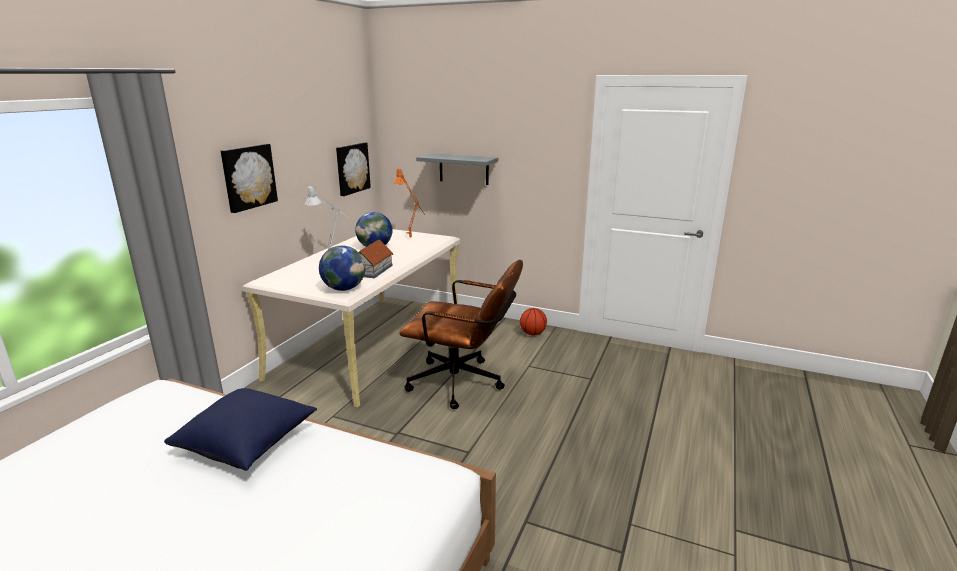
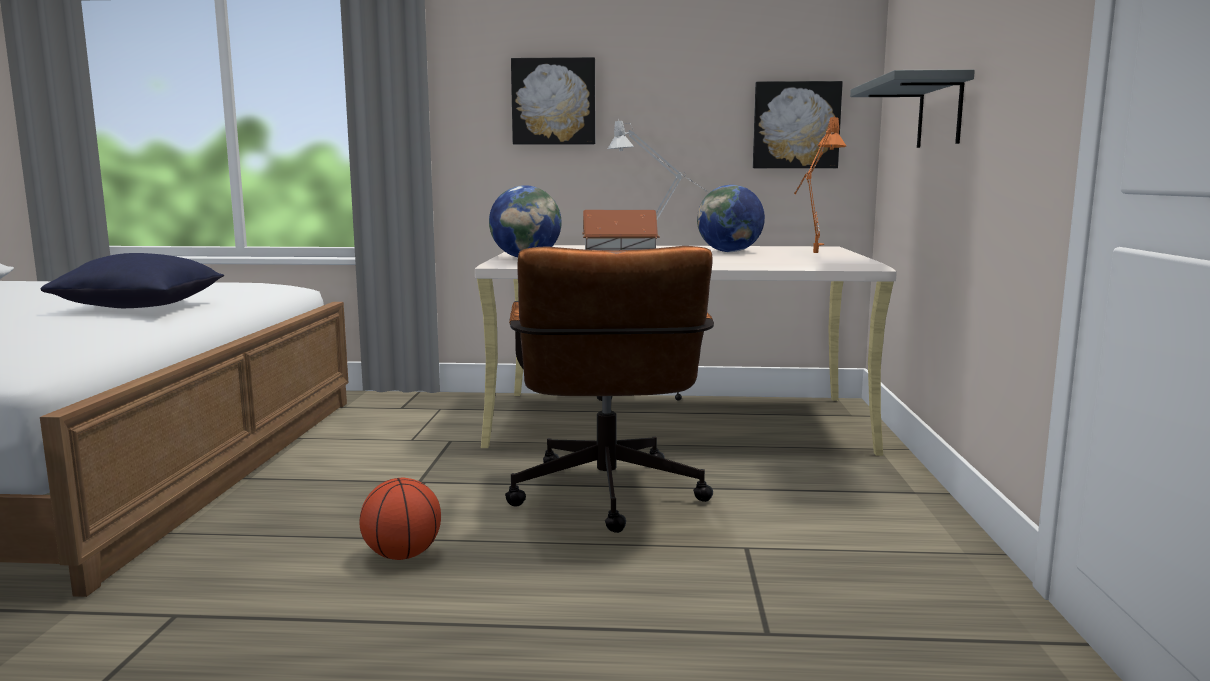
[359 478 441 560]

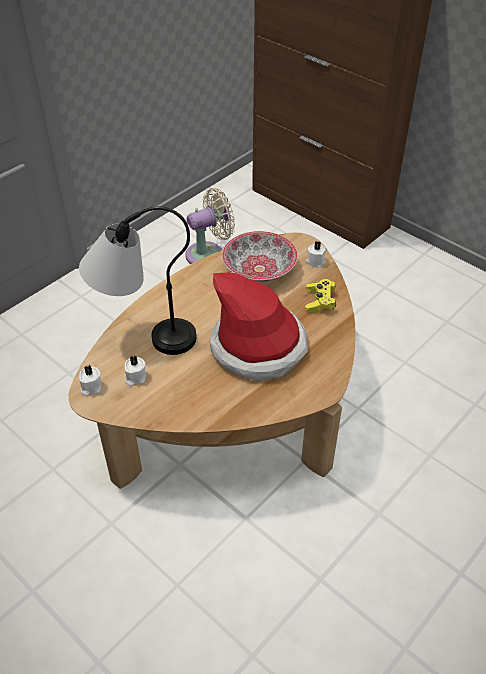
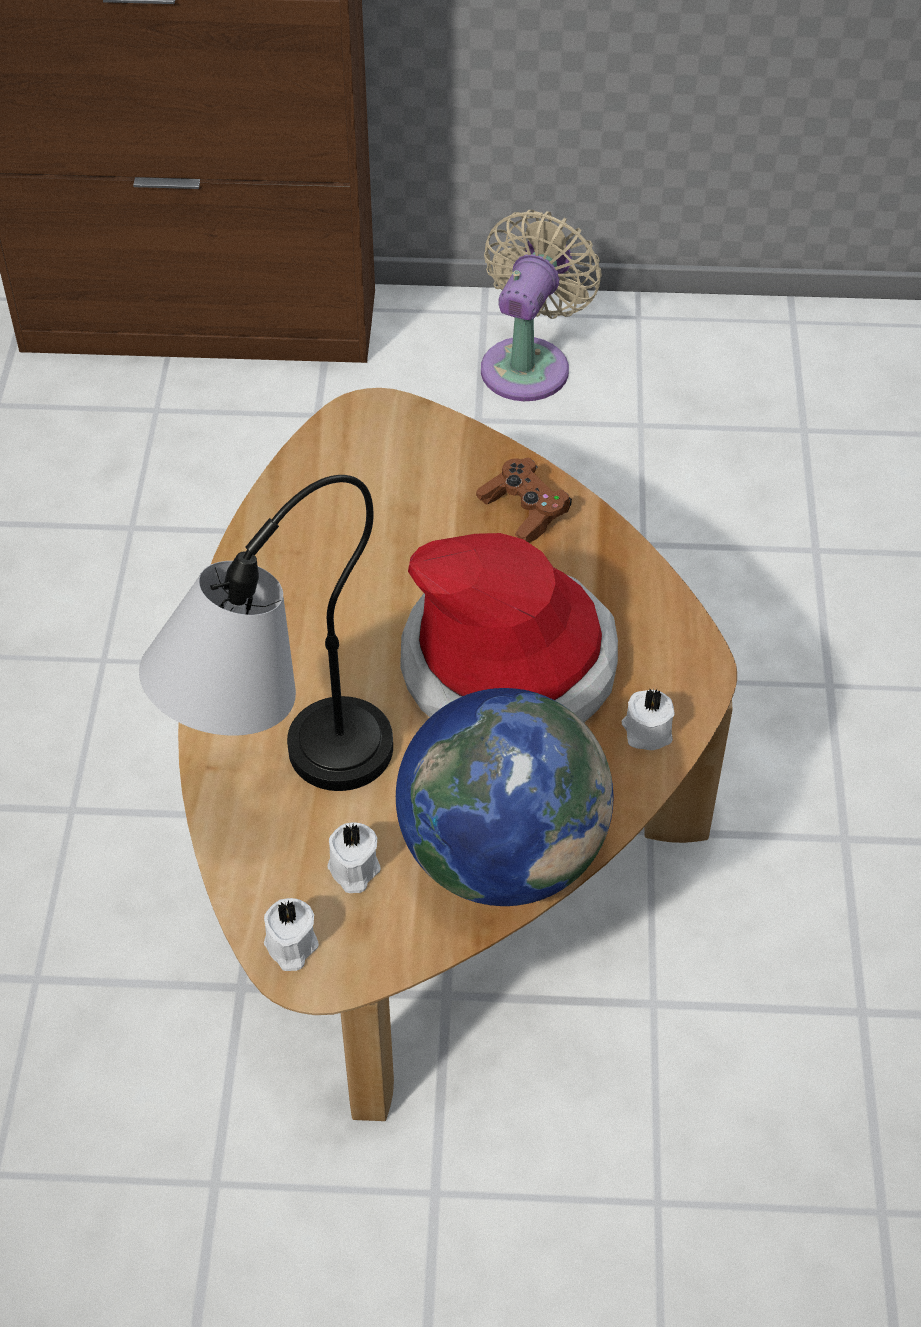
[481 210 602 401]
[222 231 298 282] (first image)
[622 689 675 750]
[476 458 572 543]
[396 688 613 906]

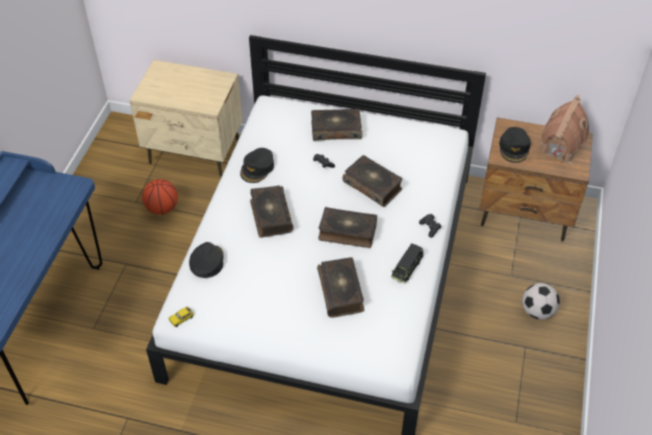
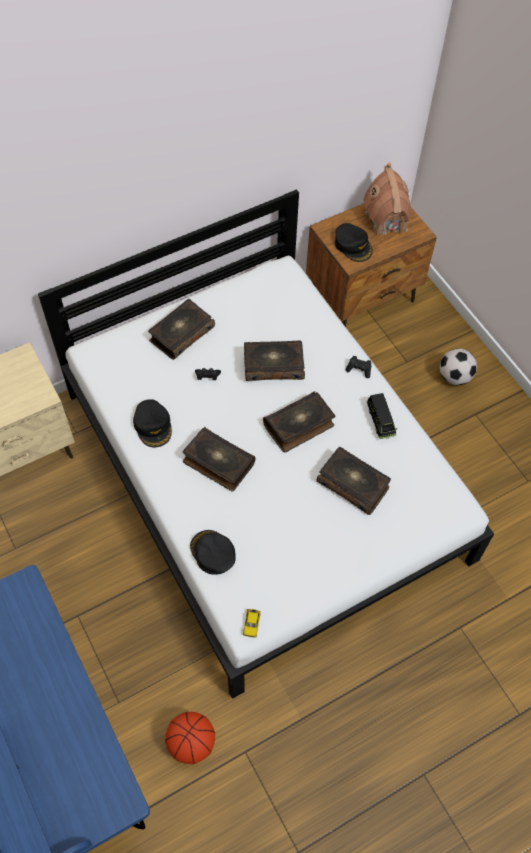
[165 712 215 764]

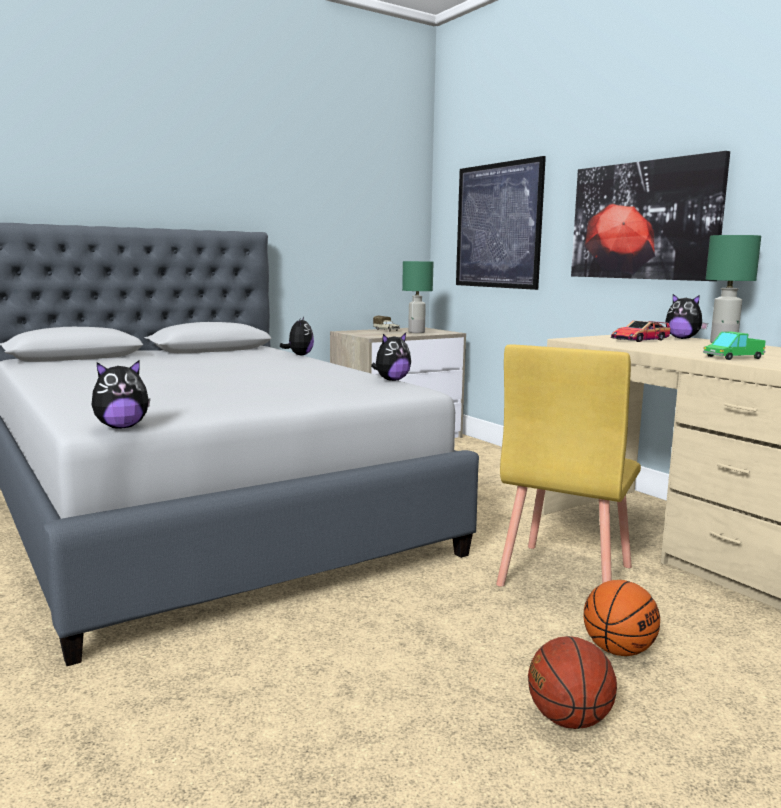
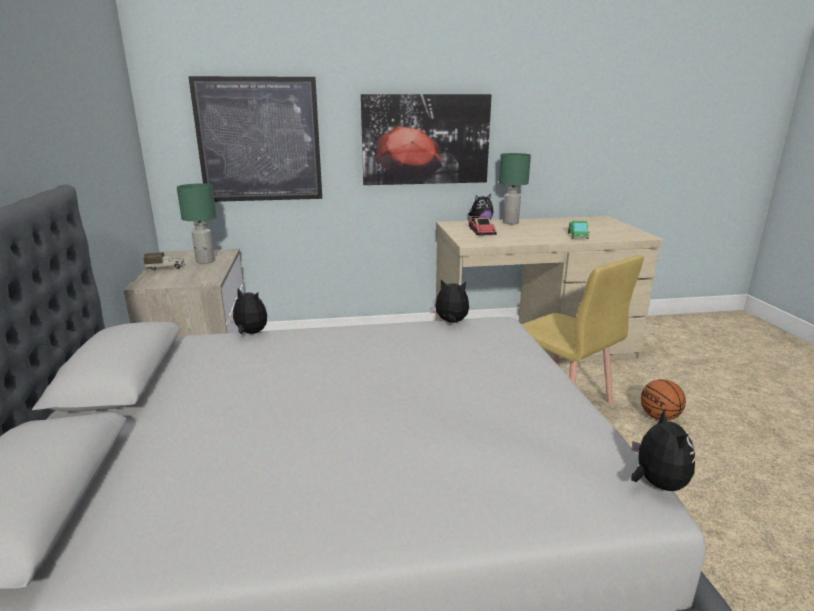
[430 279 469 323]
[528 636 617 729] (first image)

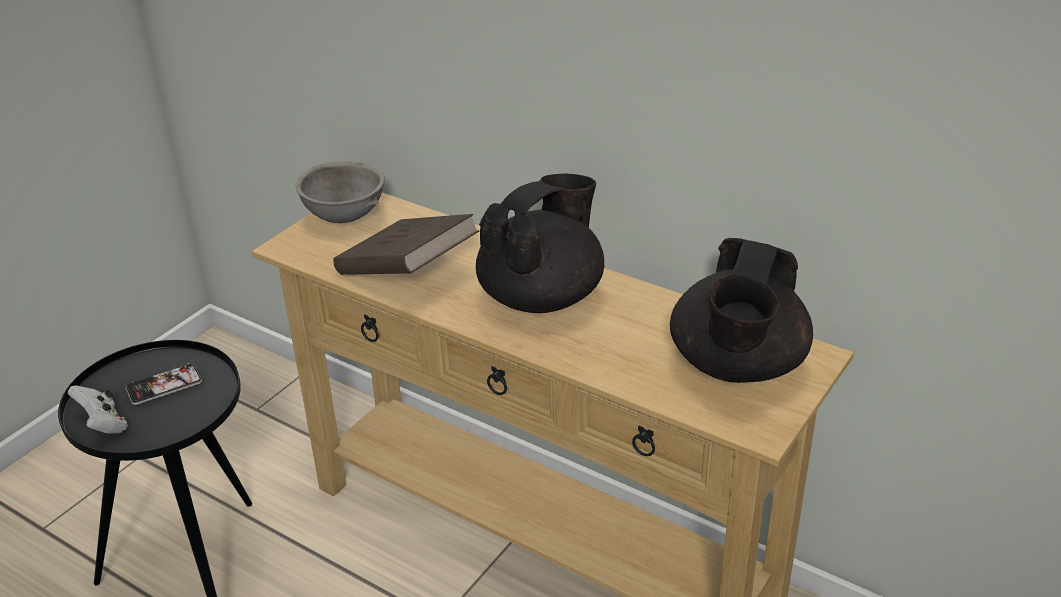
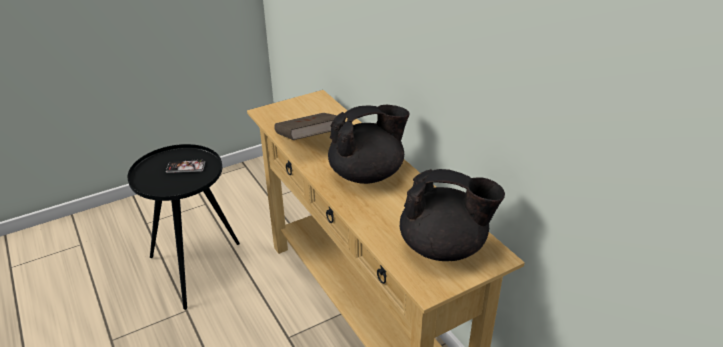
[295 161 385 223] (first image)
[400 169 505 261]
[68 385 128 434] (first image)

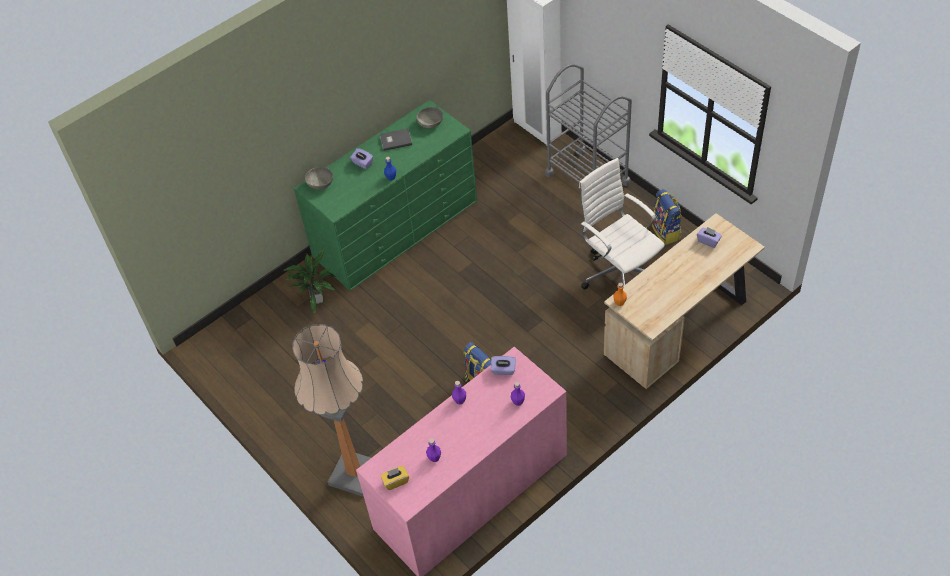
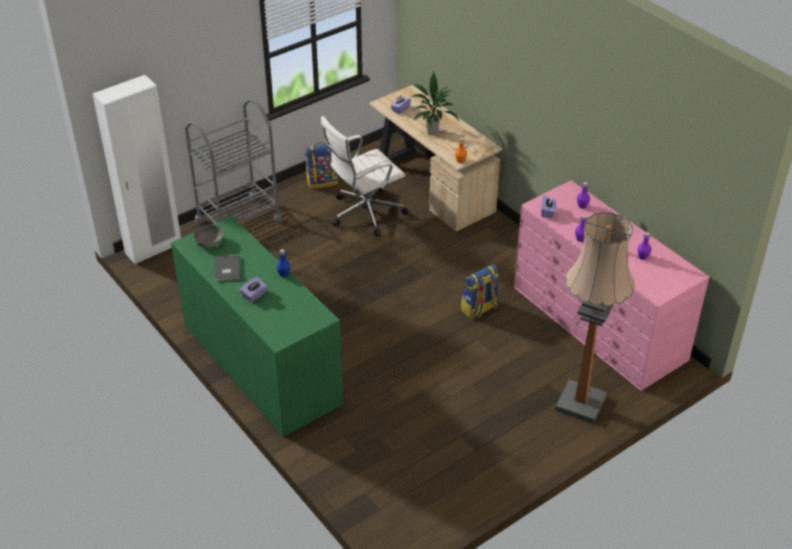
[305 167 333 190] (first image)
[411 72 459 135]
[380 466 409 490] (first image)

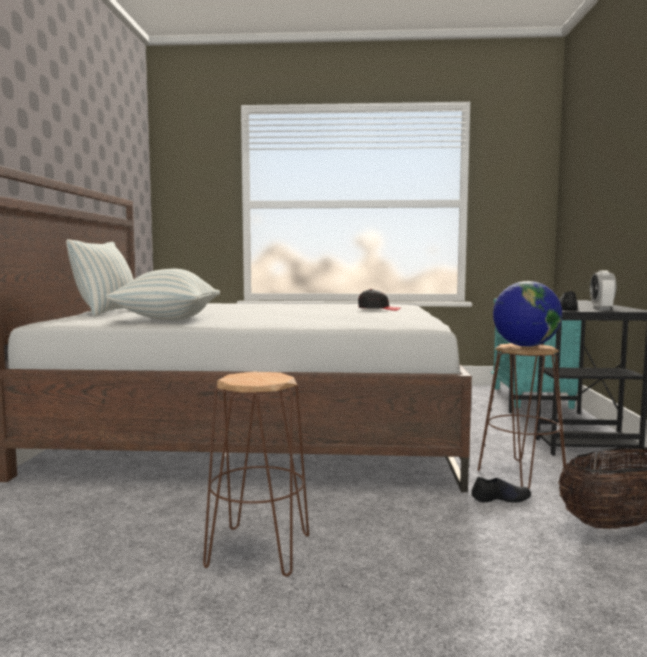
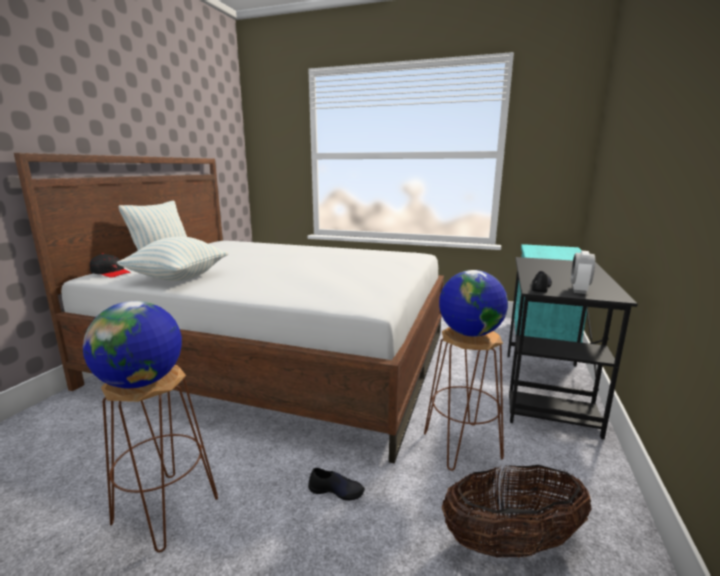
[90 254 131 278]
[308 468 365 501]
[83 301 182 389]

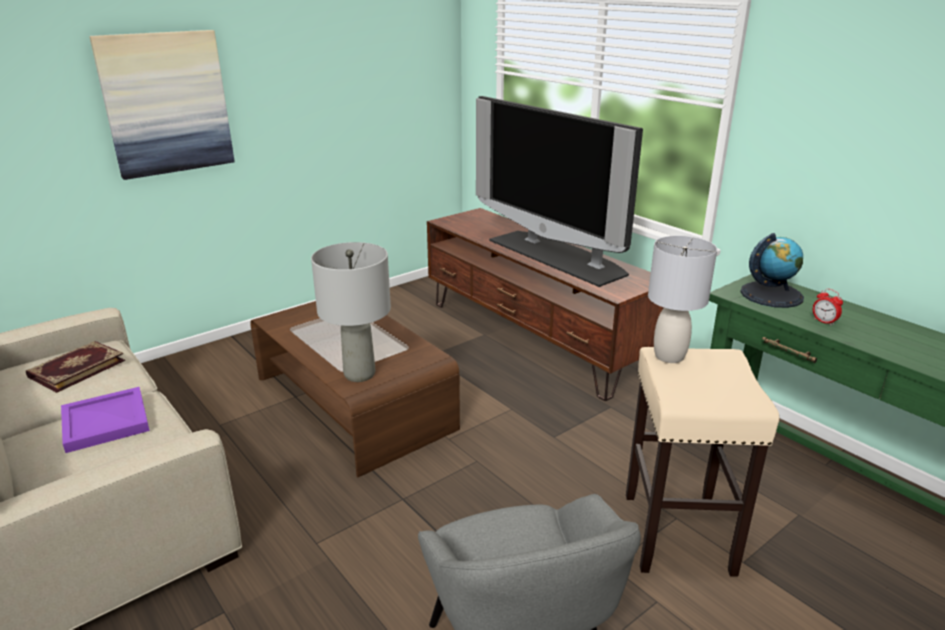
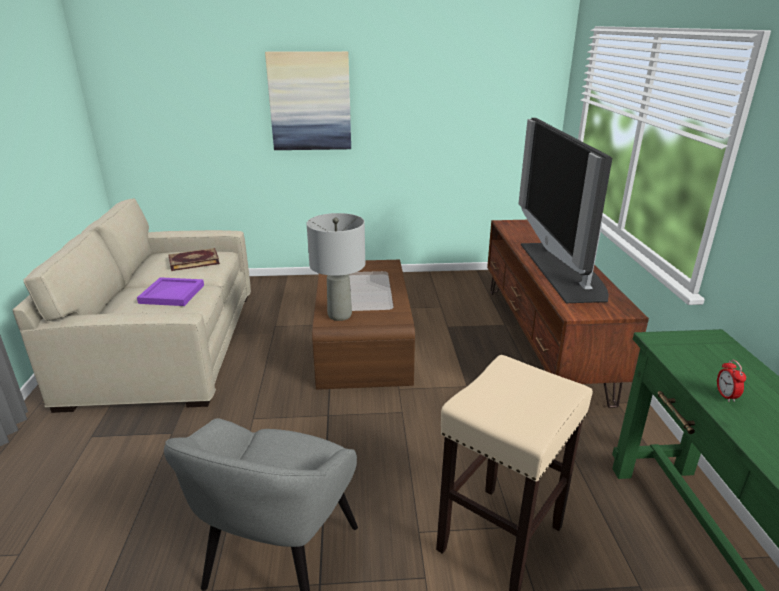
[740 233 804 308] (first image)
[648 236 717 363] (first image)

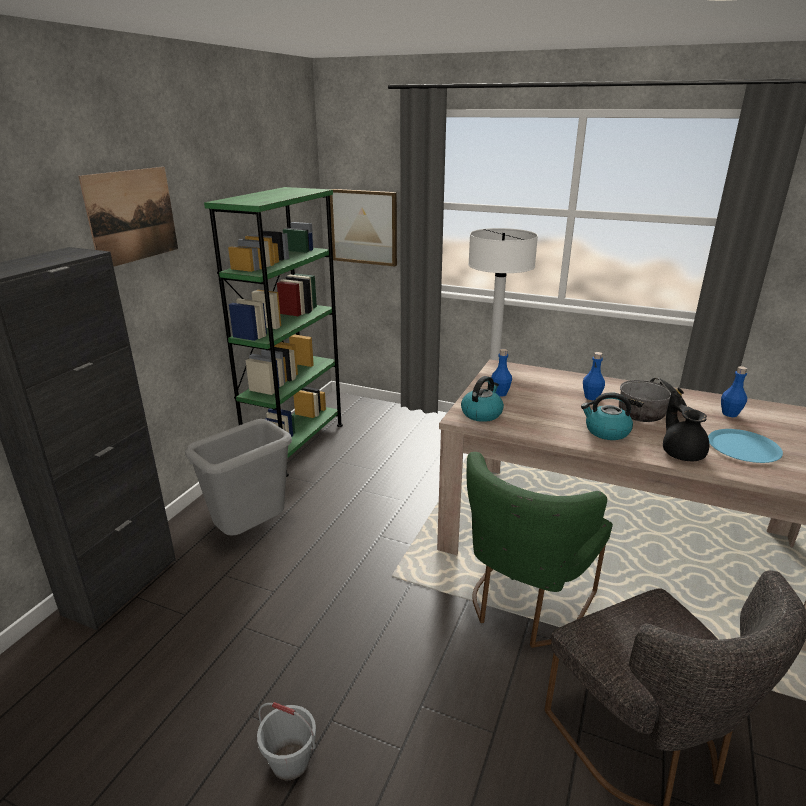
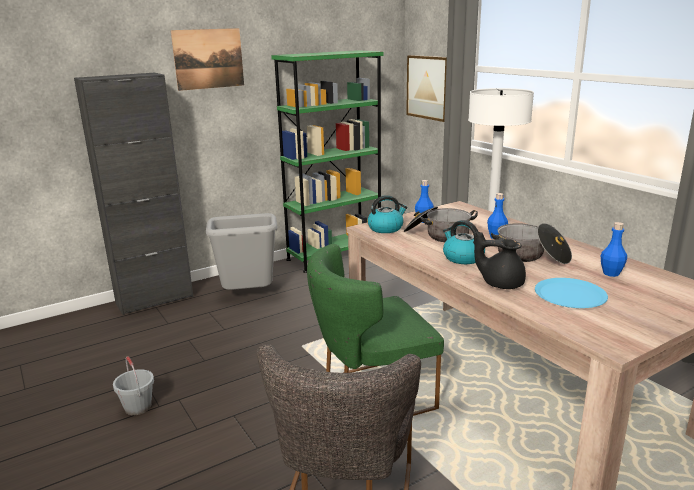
[474 230 526 289]
[404 206 478 242]

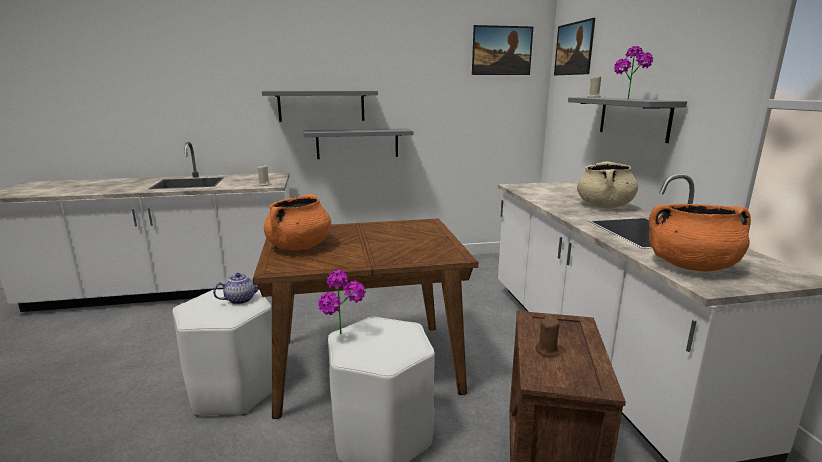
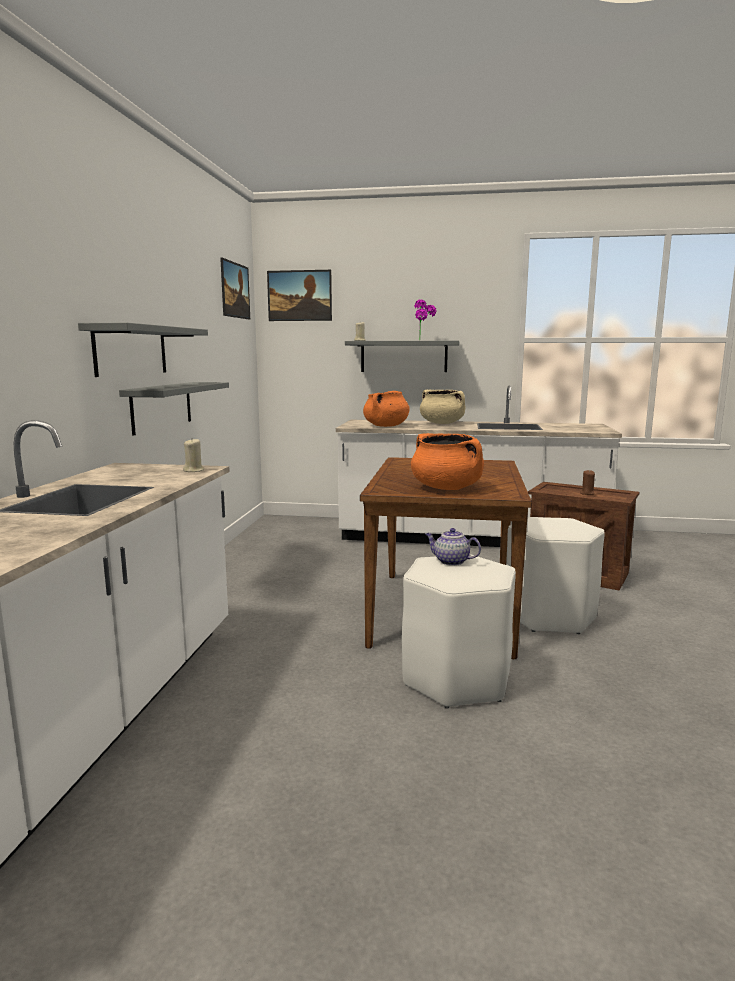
[363 391 409 427]
[318 270 366 334] (first image)
[426 528 481 566]

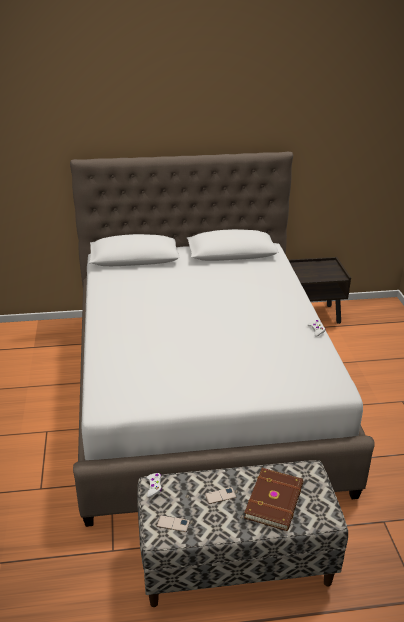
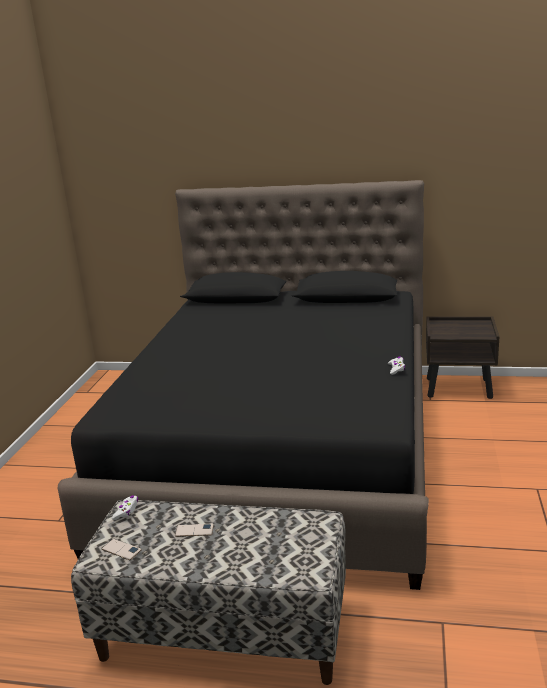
[58 180 429 590]
[244 468 303 531] (first image)

